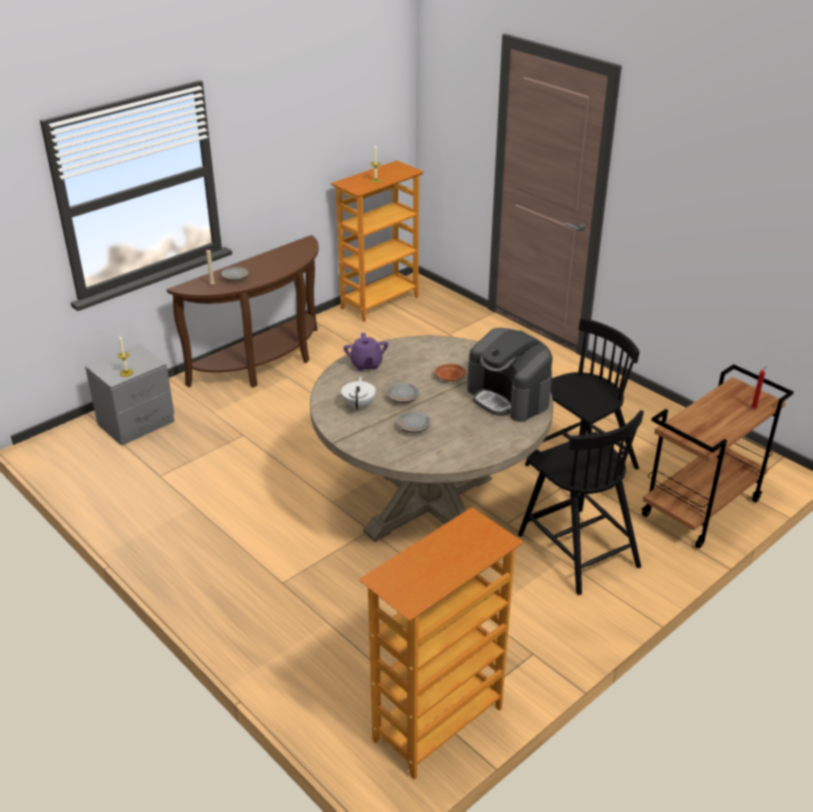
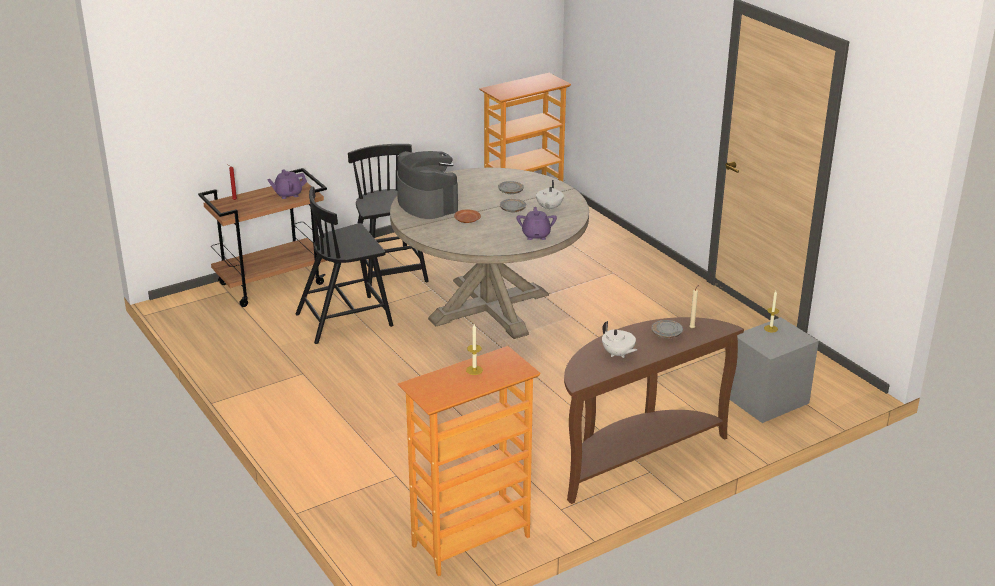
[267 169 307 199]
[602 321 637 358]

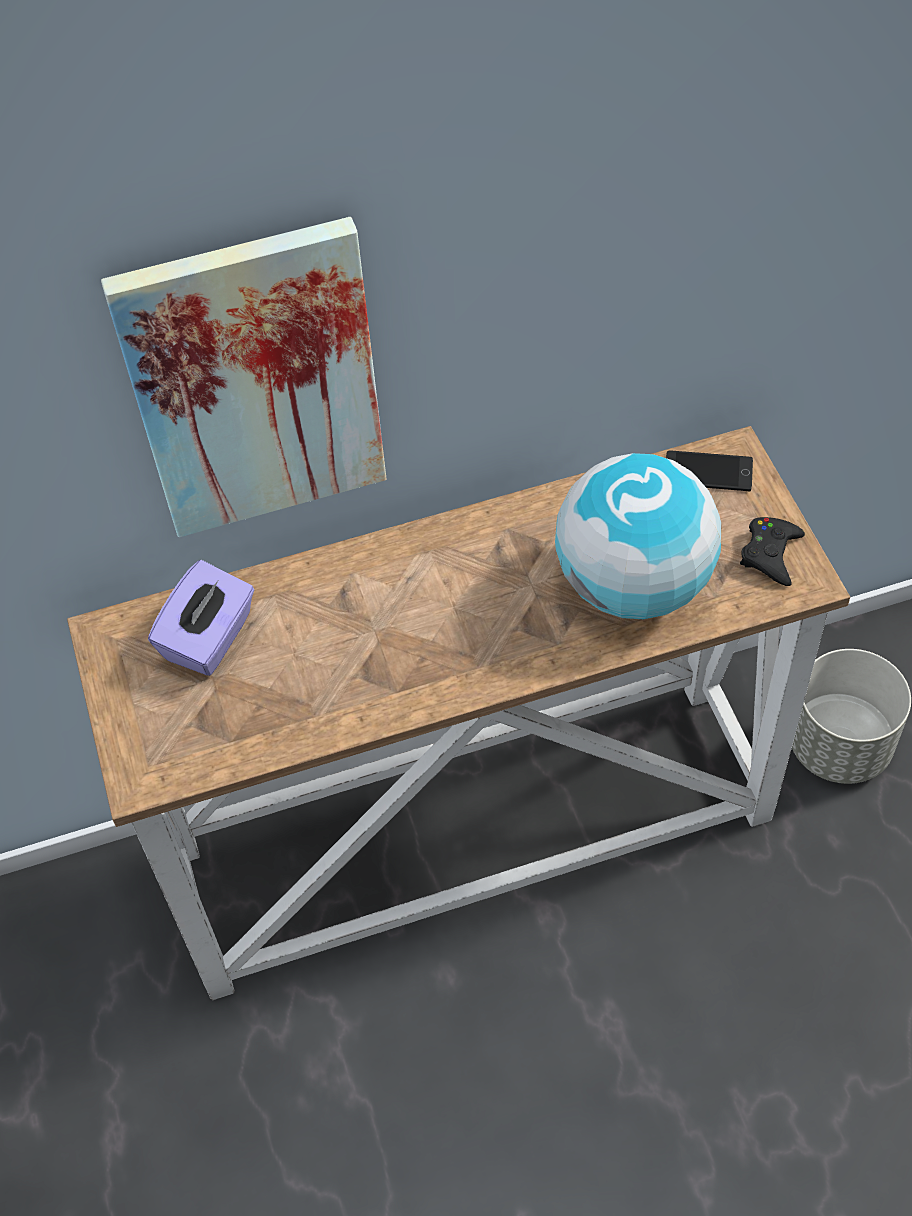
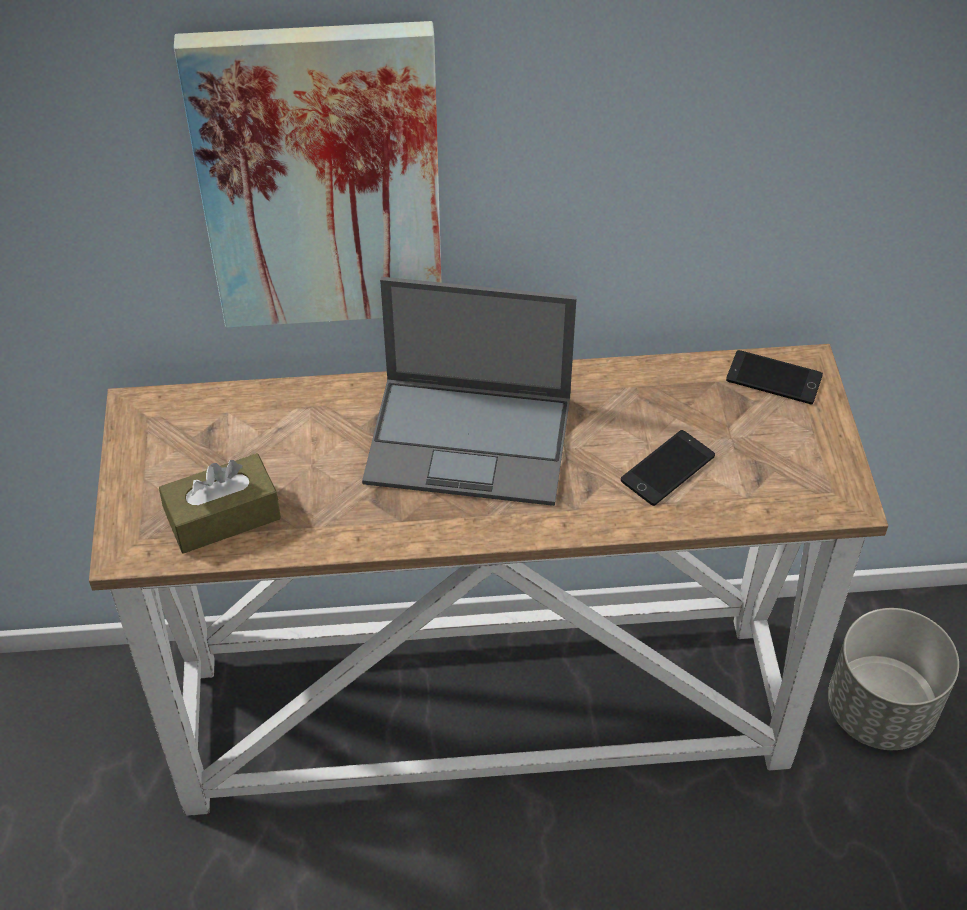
[621 430 715 506]
[740 517 805 586] (first image)
[148 560 255 676] (first image)
[362 277 577 506]
[159 453 281 554]

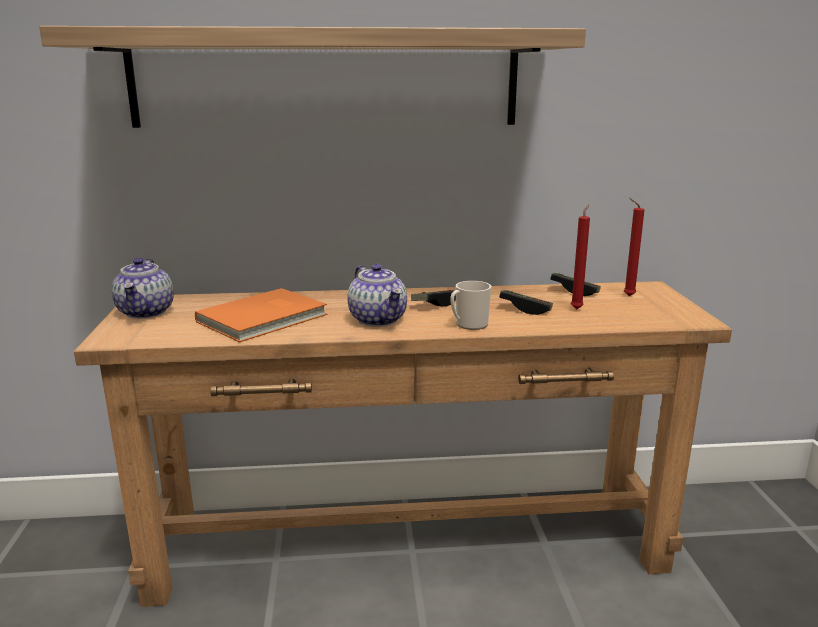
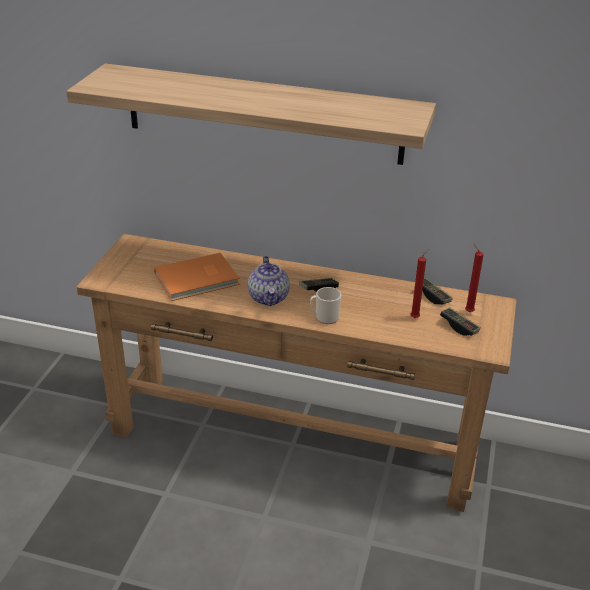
[112 258 174 319] (first image)
[440 307 481 336]

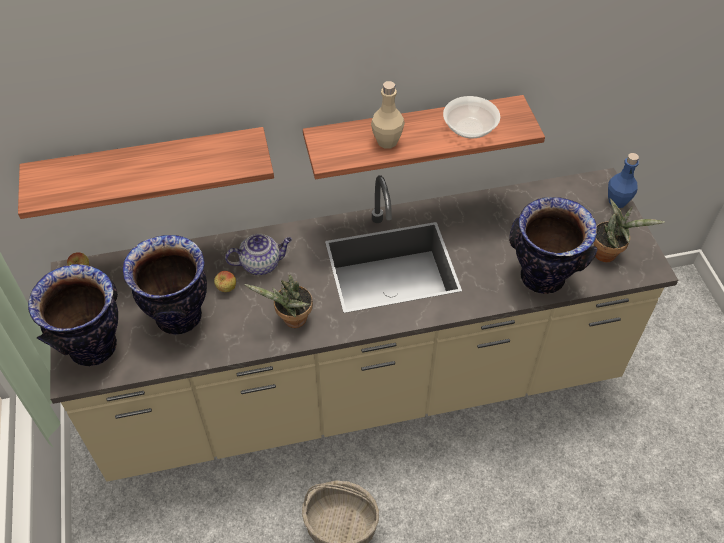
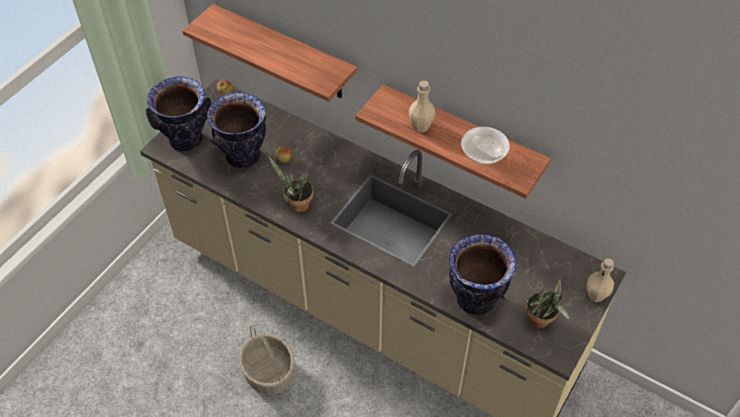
[586 258 614 302]
[225 234 292 275] (first image)

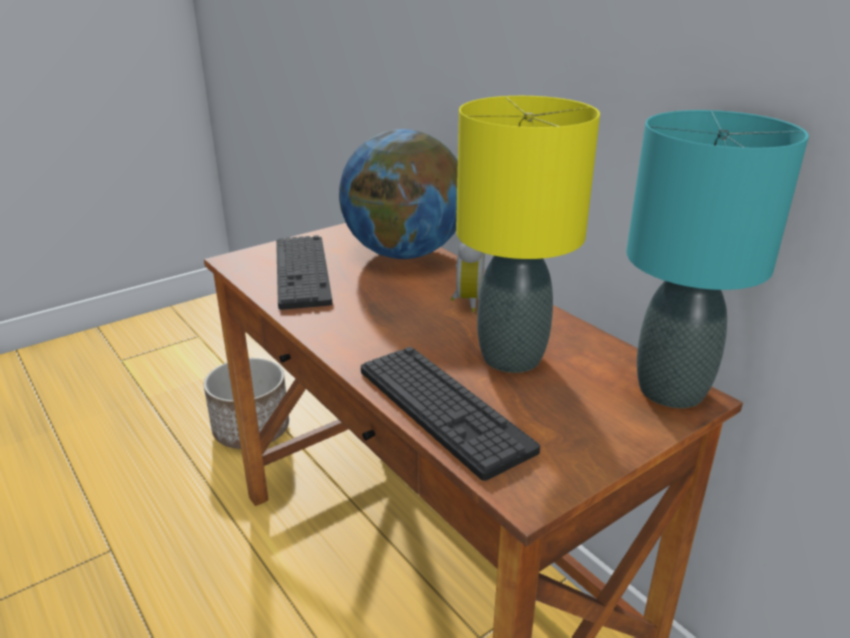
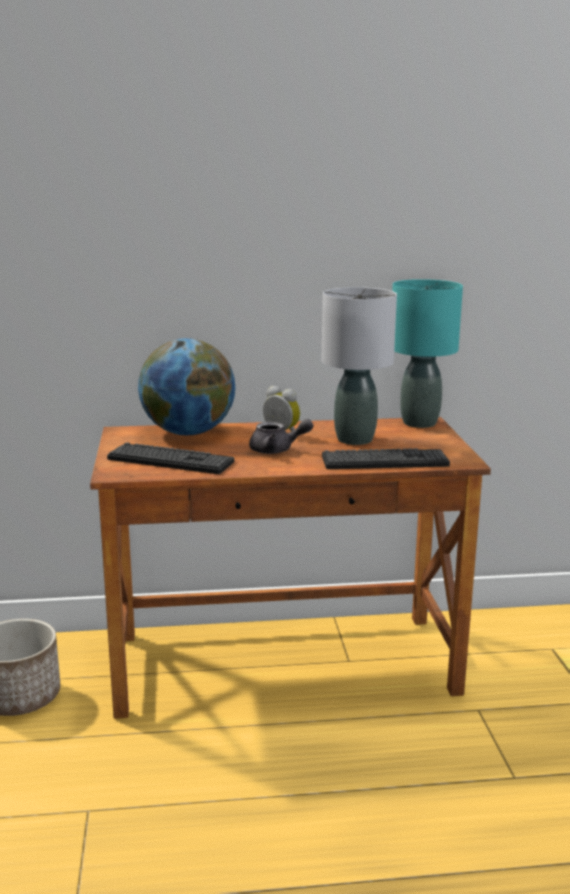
[321 287 397 445]
[249 419 314 454]

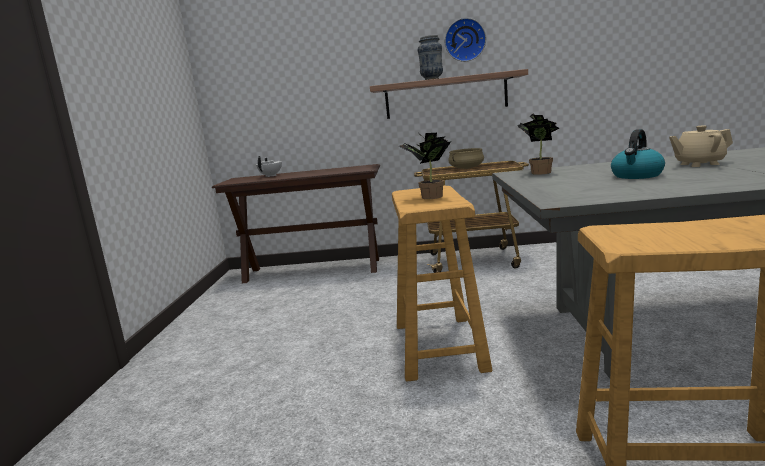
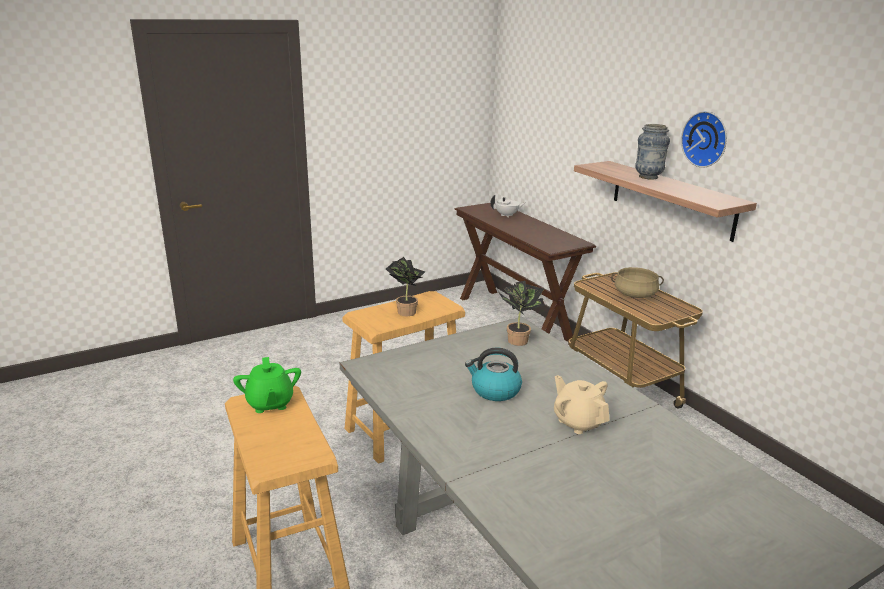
[233 357 301 413]

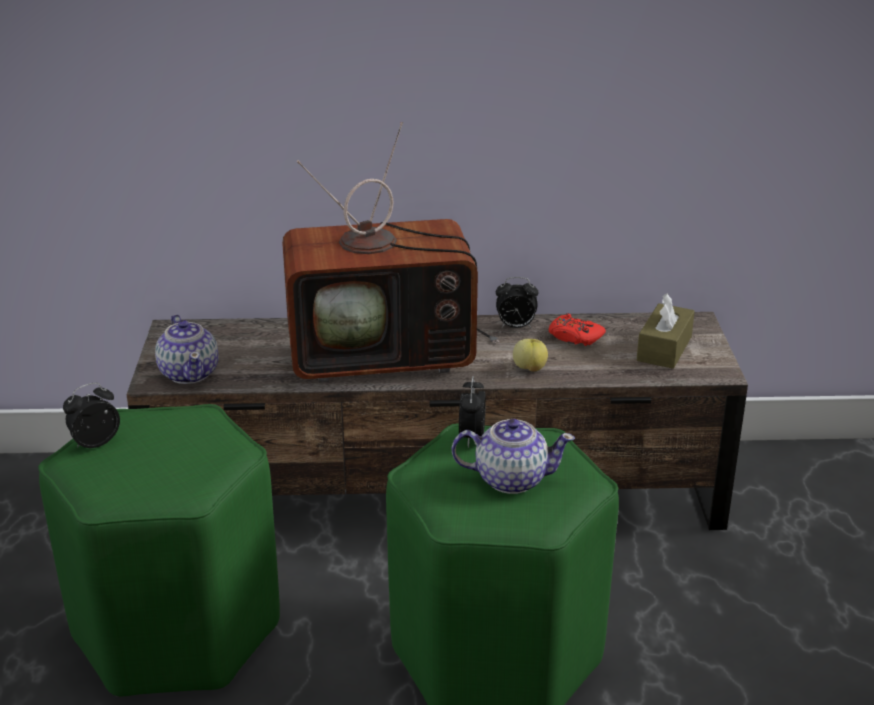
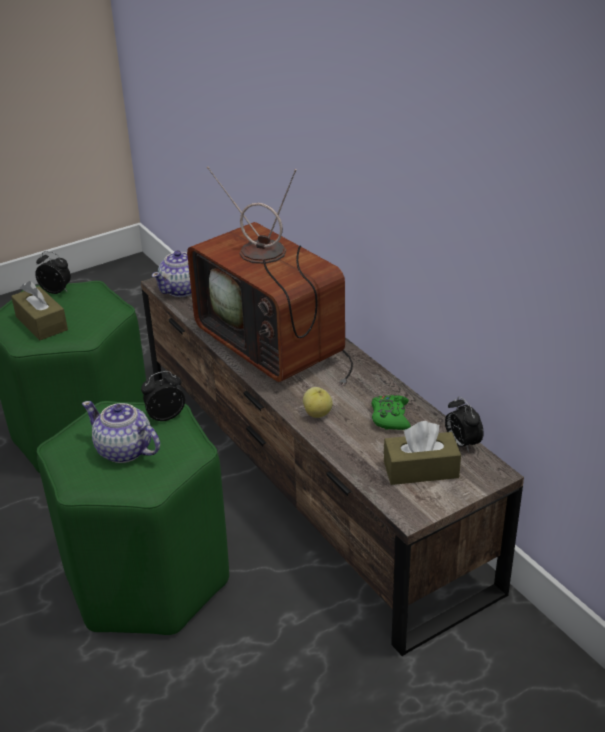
[445 397 483 452]
[371 395 411 430]
[82 401 160 463]
[11 281 68 340]

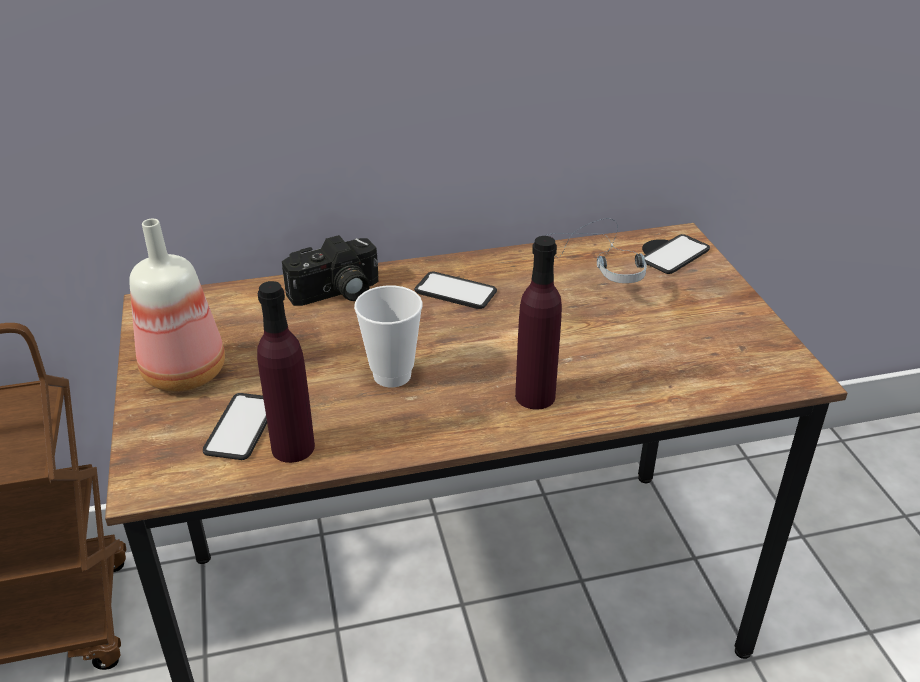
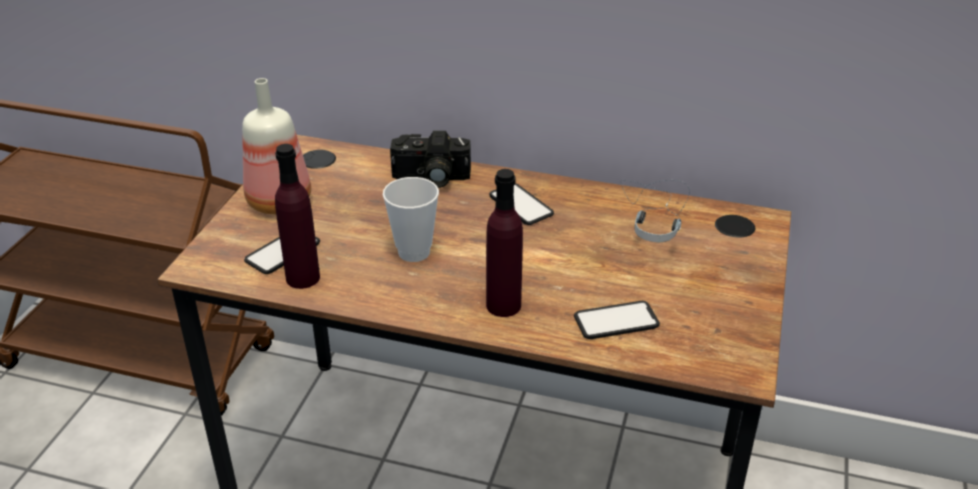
[574 301 660 339]

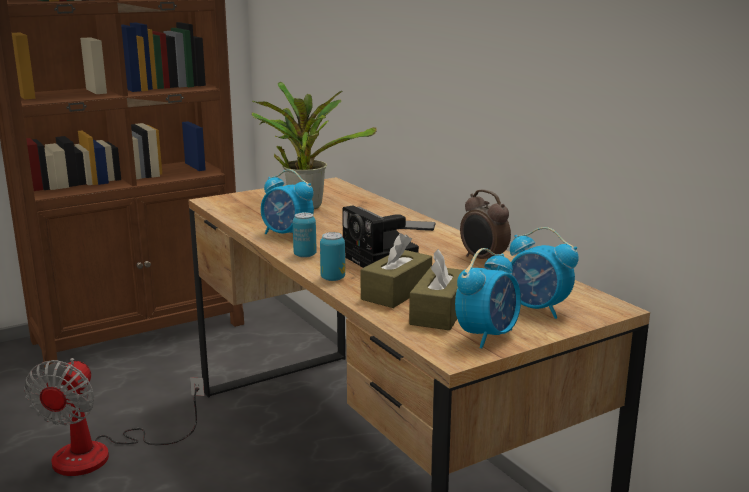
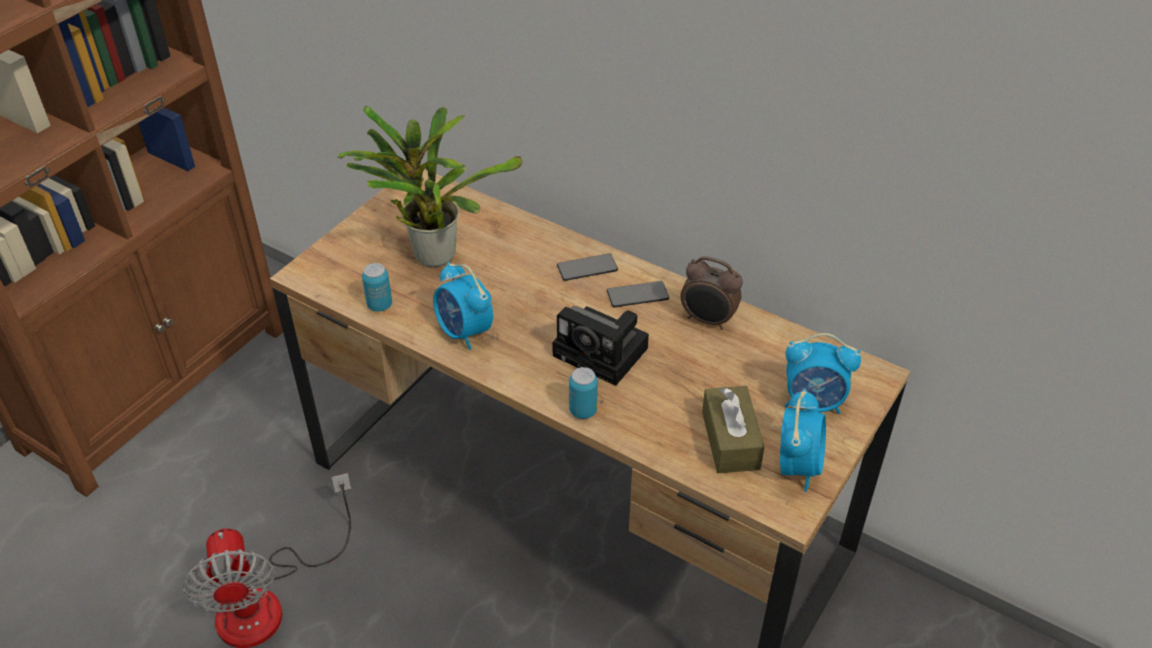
[433 262 493 350]
[362 263 392 312]
[361 233 432 308] (first image)
[607 281 669 307]

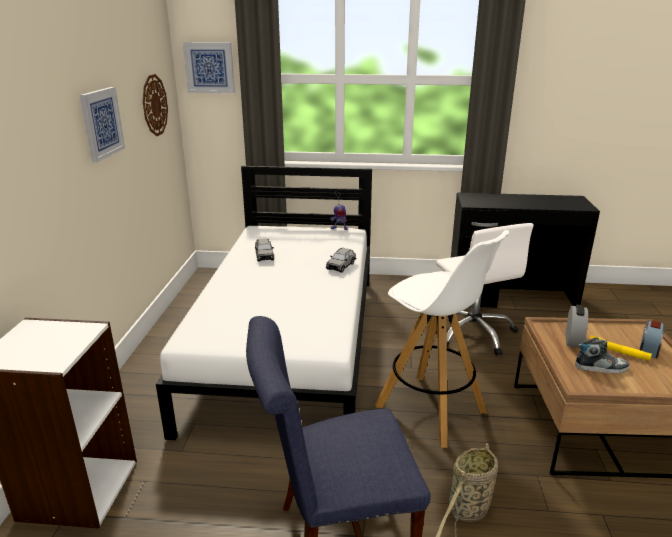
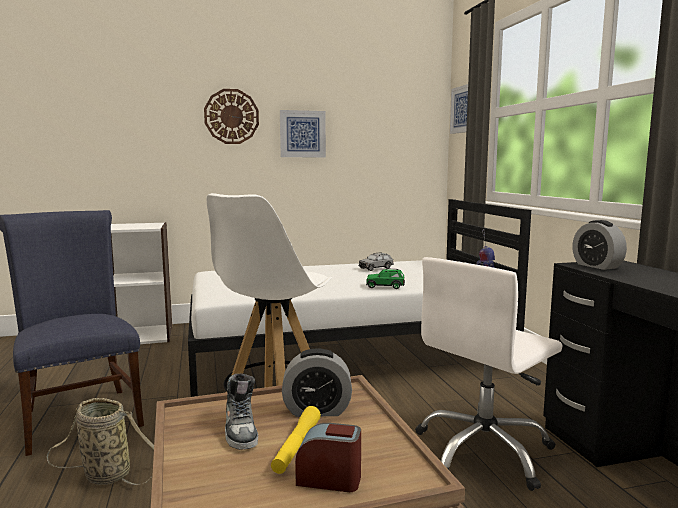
[204 89 259 144]
[366 269 405 289]
[572 220 627 270]

